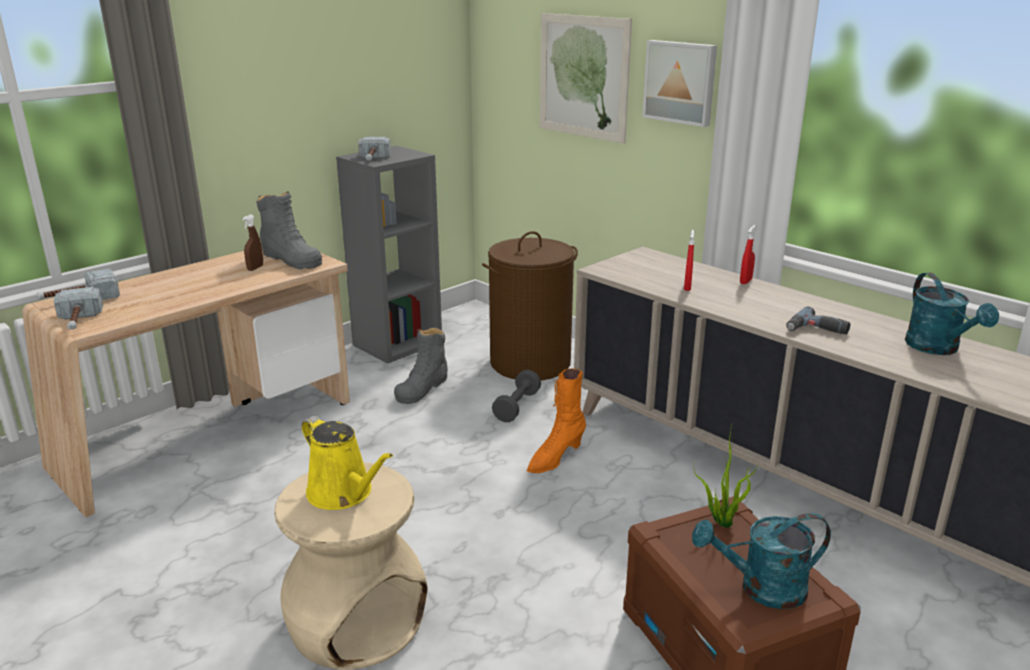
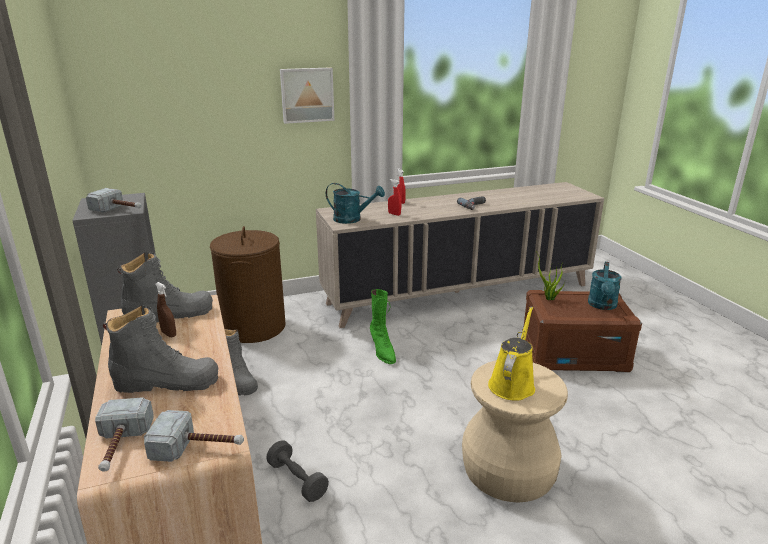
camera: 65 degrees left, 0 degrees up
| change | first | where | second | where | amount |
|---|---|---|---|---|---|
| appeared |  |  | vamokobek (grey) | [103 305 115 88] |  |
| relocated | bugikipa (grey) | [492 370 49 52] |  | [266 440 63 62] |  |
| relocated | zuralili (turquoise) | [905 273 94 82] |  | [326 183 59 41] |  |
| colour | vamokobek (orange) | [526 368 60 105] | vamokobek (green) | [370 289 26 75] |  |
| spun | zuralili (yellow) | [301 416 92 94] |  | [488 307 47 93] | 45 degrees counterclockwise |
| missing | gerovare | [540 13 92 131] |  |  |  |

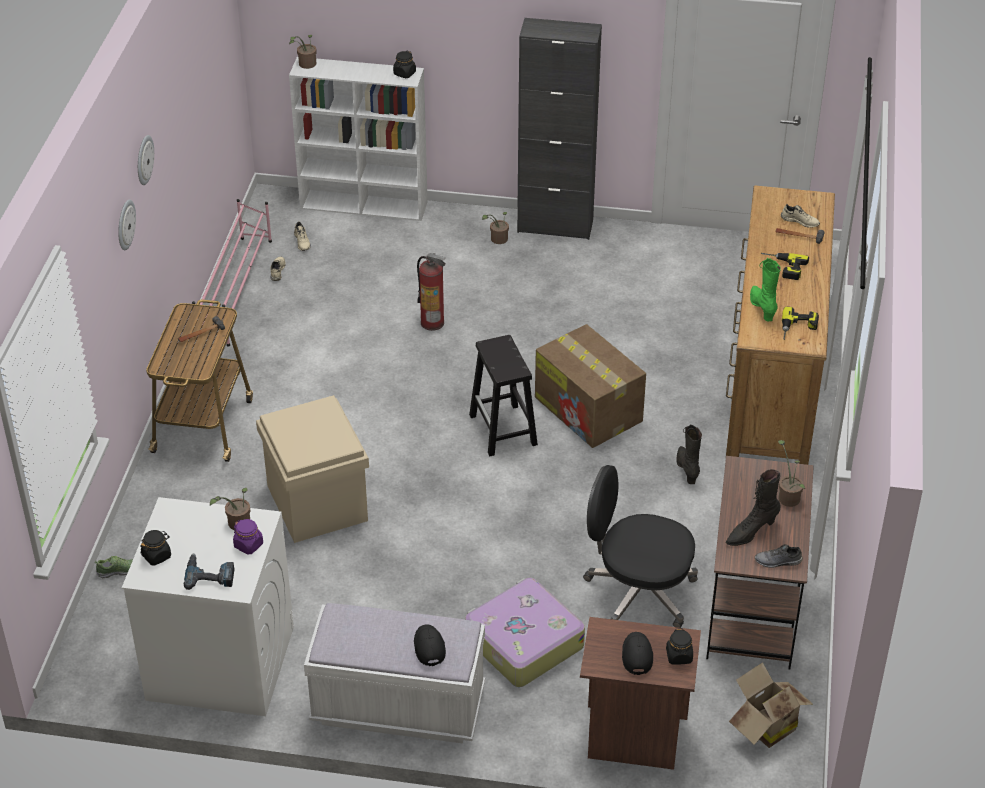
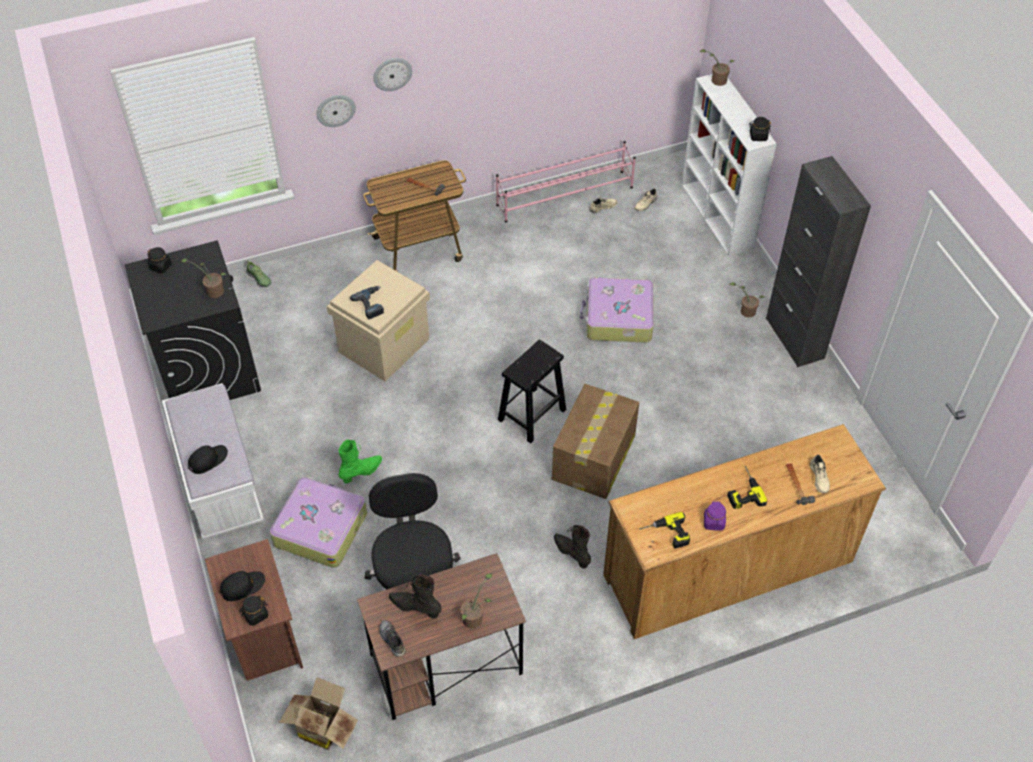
camera: 60 degrees right, 10 degrees up
| change | first | where | second | where | amount |
|---|---|---|---|---|---|
| colour | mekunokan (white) | [122 497 172 219] | mekunokan (black) | [124 241 137 159] |  |
| relocated | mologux | [138 135 16 50] |  | [317 95 39 32] |  |
| relocated | vamokobek (green) | [750 258 31 63] |  | [339 440 43 44] |  |
| relocated | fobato | [183 553 51 37] |  | [350 286 34 33] |  |
| spun | vamokobek (black) | [676 424 26 60] |  | [554 525 37 43] | 90 degrees counterclockwise |
| exchanged | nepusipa | [417 253 29 78] | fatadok | [580 277 74 66] |  |
| relocated | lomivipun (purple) | [233 519 30 36] |  | [704 500 22 31] |  |

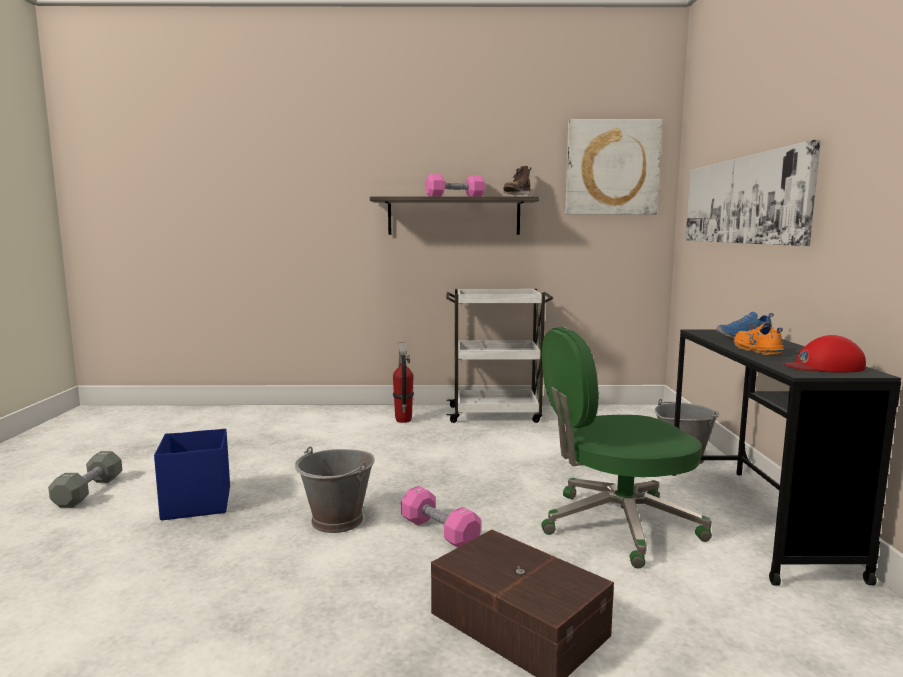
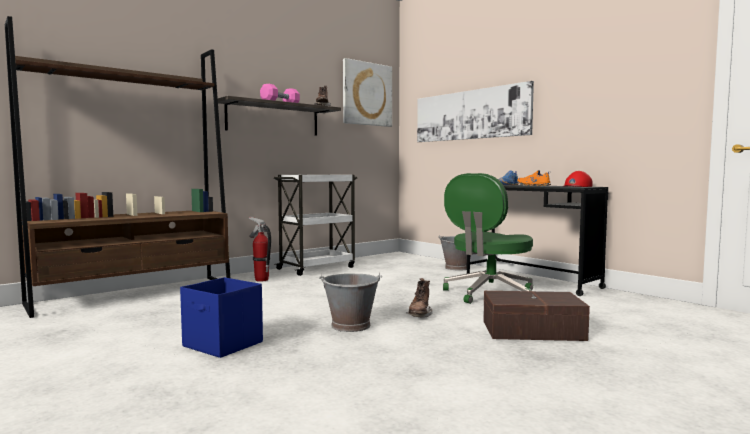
camera: 40 degrees left, 5 degrees down
| change | first | where | second | where | amount |
|---|---|---|---|---|---|
| appeared |  |  | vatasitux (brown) | [5 16 225 302] |  |
| exchanged | bugikipa (pink) | [401 486 80 62] | vamokobek (brown) | [407 278 26 40] |  |
| missing | bugikipa (grey) | [48 451 74 57] |  |  |  |

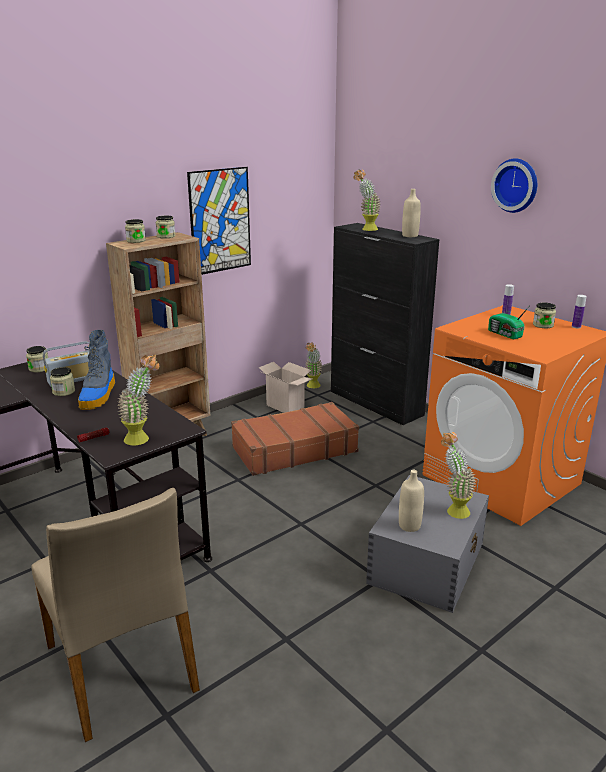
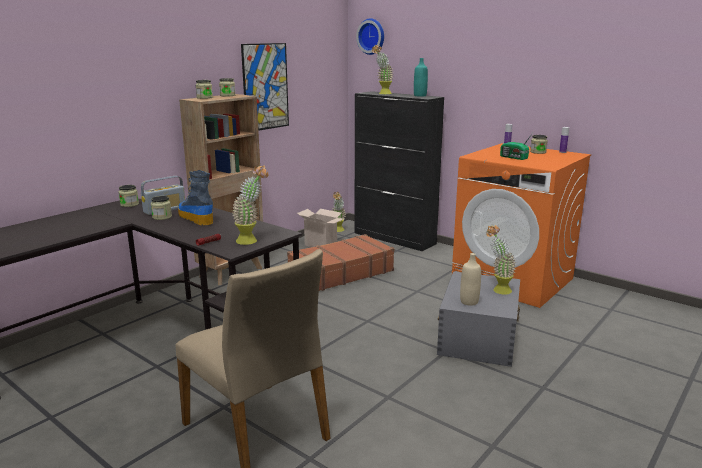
camera: 10 degrees left, 5 degrees down
| change | first | where | second | where | amount |
|---|---|---|---|---|---|
| spun | vamokobek | [78 330 37 80] |  | [178 170 35 55] | 150 degrees clockwise |
| relocated | mologux | [491 158 46 55] |  | [356 18 28 37] |  |
| colour | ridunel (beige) | [402 189 19 48] | ridunel (turquoise) | [414 58 14 39] |  |

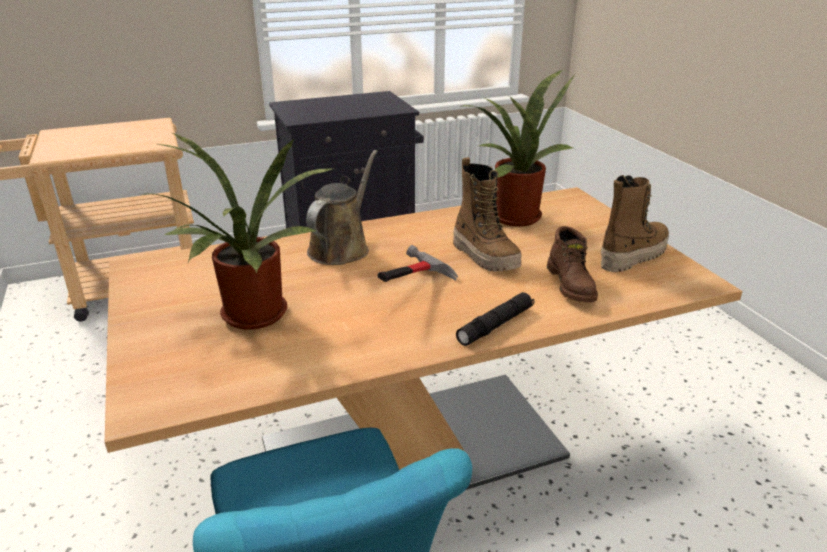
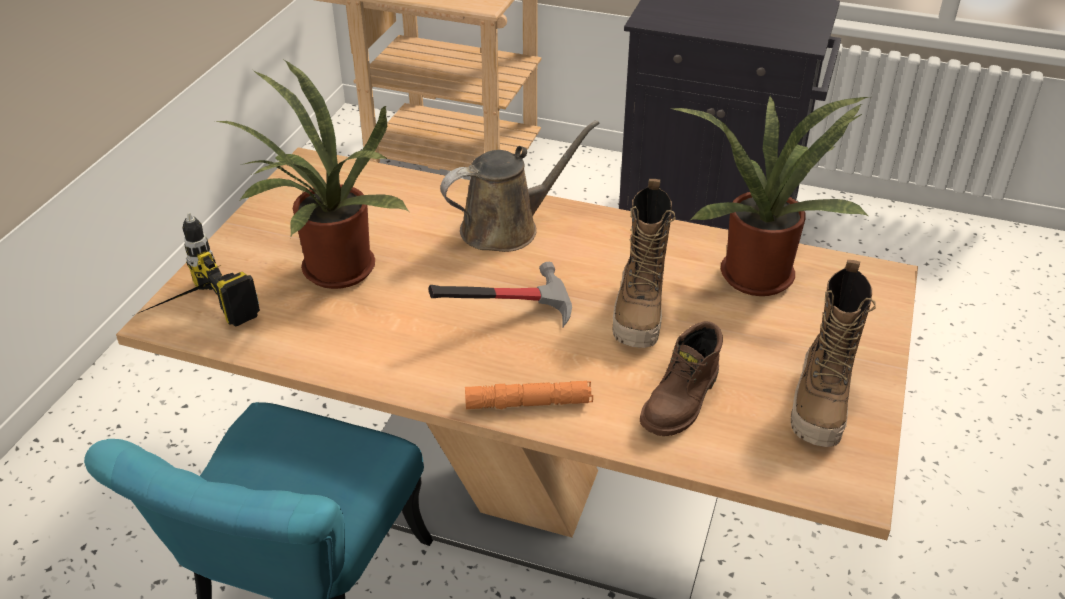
camera: 40 degrees right, 10 degrees up
| change | first | where | second | where | amount |
|---|---|---|---|---|---|
| appeared |  |  | fobato | [132 212 128 114] |  |
| colour | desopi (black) | [456 292 79 54] | desopi (orange) | [465 381 128 28] |  |
| spun | vamokobek | [601 175 68 97] |  | [791 260 85 187] | 105 degrees clockwise |

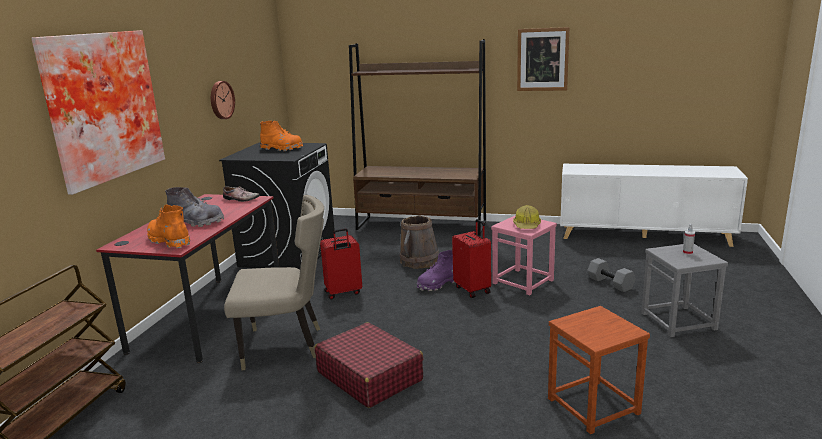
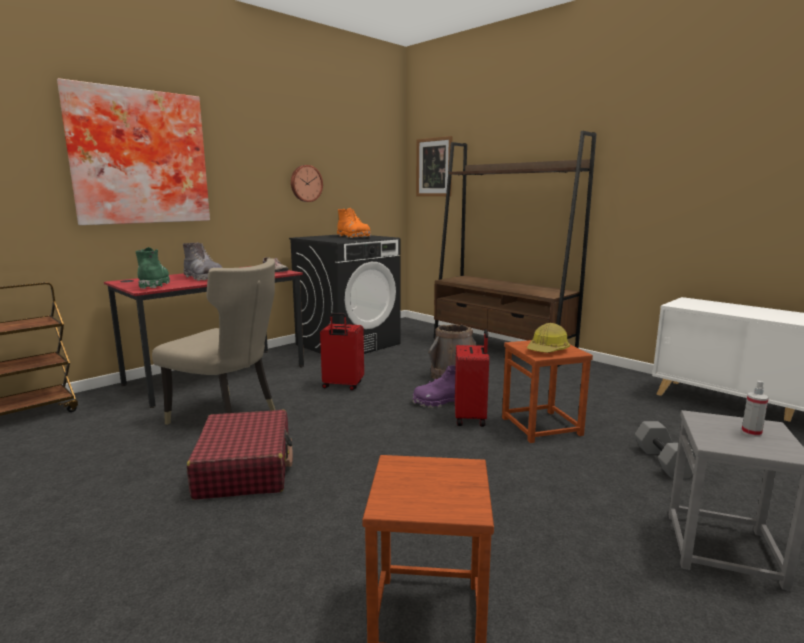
camera: 30 degrees right, 5 degrees down
| change | first | where | second | where | amount |
|---|---|---|---|---|---|
| colour | vamokobek (orange) | [147 205 43 43] | vamokobek (green) | [135 247 35 42] |  |
| relocated | gerovare | [517 27 53 64] |  | [416 136 36 60] |  |
| colour | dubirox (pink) | [491 215 66 80] | dubirox (brown) | [502 340 91 103] |  |

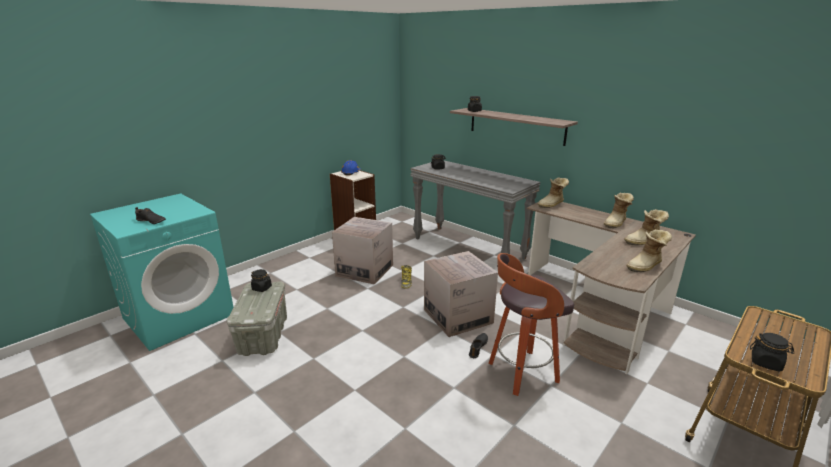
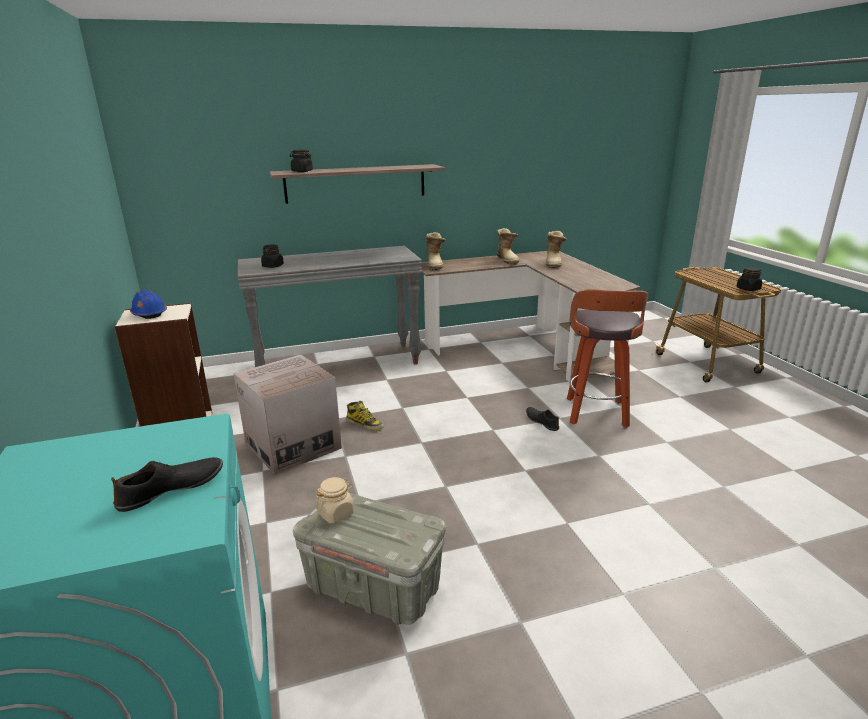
camera: 60 degrees left, 0 degrees up
| change | first | where | second | where | amount |
|---|---|---|---|---|---|
| colour | lomivipun (black) | [251 269 21 23] | lomivipun (beige) | [316 477 38 46] |  |
| missing | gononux | [424 251 74 86] |  |  |  |
| missing | vamokobek | [627 229 45 43] |  |  |  |

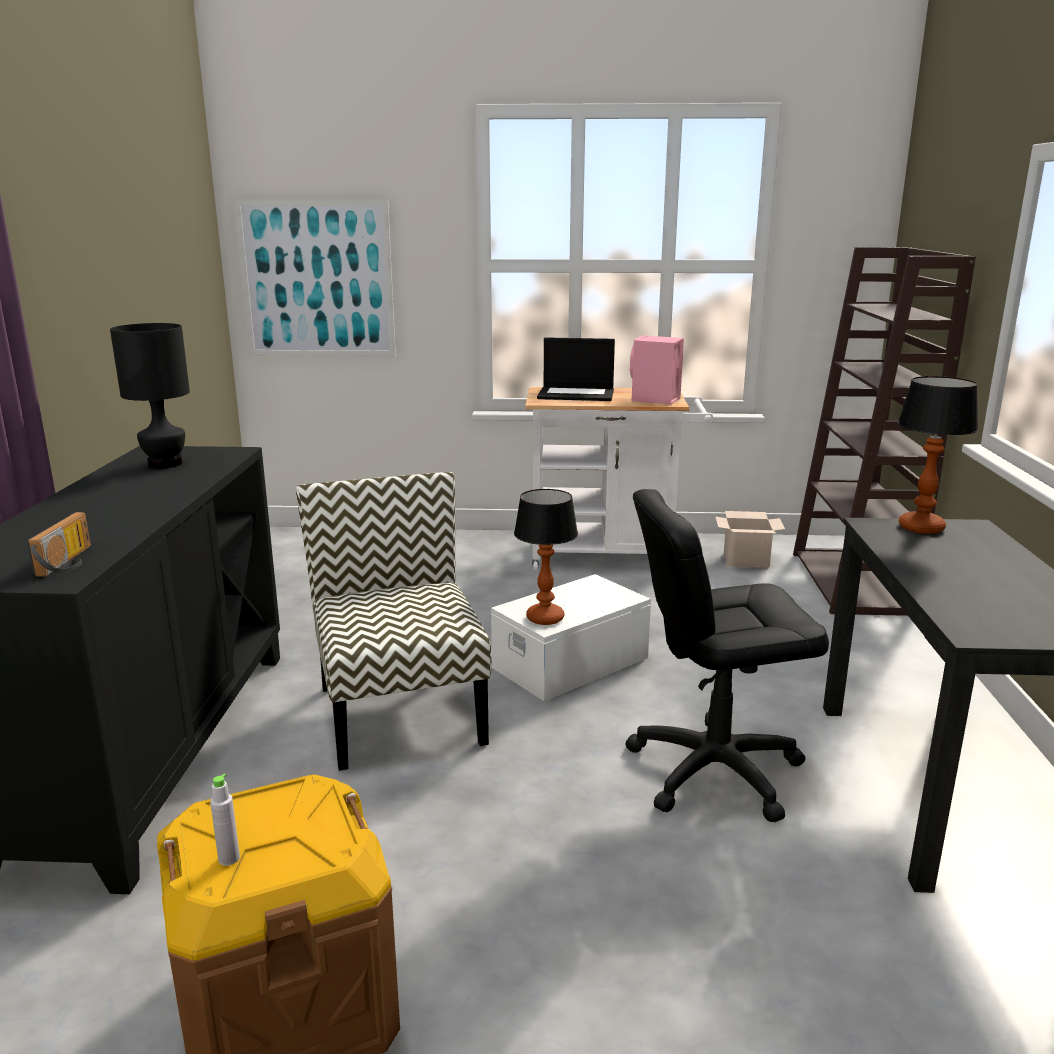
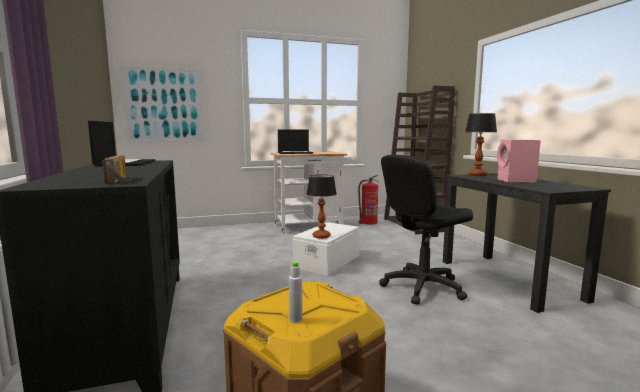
camera: 20 degrees left, 10 degrees down
| change | first | where | second | where | amount |
|---|---|---|---|---|---|
| exchanged | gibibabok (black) | [110 323 80 146] | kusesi | [88 121 67 46] |  |
| exchanged | gononux | [715 511 70 57] | nepusipa | [358 175 21 50] |  |
| relocated | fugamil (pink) | [630 335 54 70] |  | [497 139 44 43] |  |
| missing | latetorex | [296 472 196 299] |  |  |  |

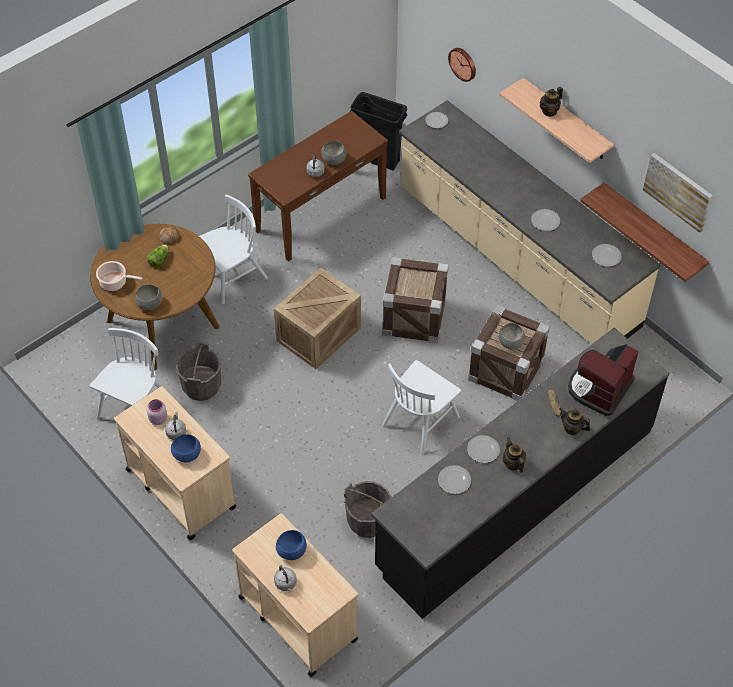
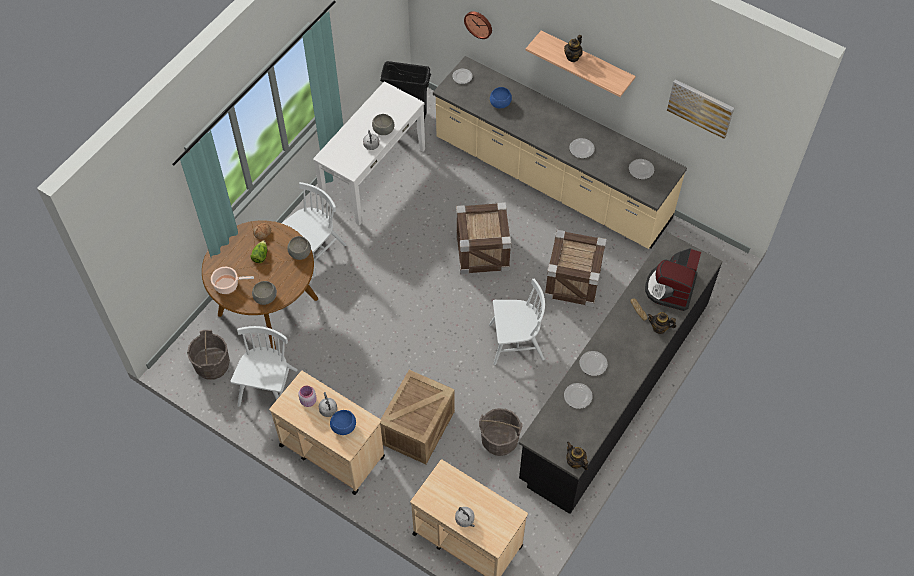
camera: 15 degrees left, 5 degrees up
| change | first | where | second | where | amount |
|---|---|---|---|---|---|
| relocated | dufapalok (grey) | [176 342 45 59] |  | [187 330 43 50] |  |
| relocated | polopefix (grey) | [498 323 27 26] |  | [287 236 24 24] |  |
| colour | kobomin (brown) | [248 111 140 151] | kobomin (white) | [313 81 112 144] |  |
| relocated | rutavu | [274 268 87 101] |  | [380 370 75 94] |  |
| spun | latetorex (white) | [382 360 79 94] |  | [489 278 56 87] | 120 degrees counterclockwise |
| relocated | polopefix (blue) | [276 530 31 30] |  | [490 87 22 21] |  |
| relocated | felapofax | [503 437 23 36] |  | [566 442 22 28] |  |
| missing | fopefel | [580 182 129 100] |  |  |  |

